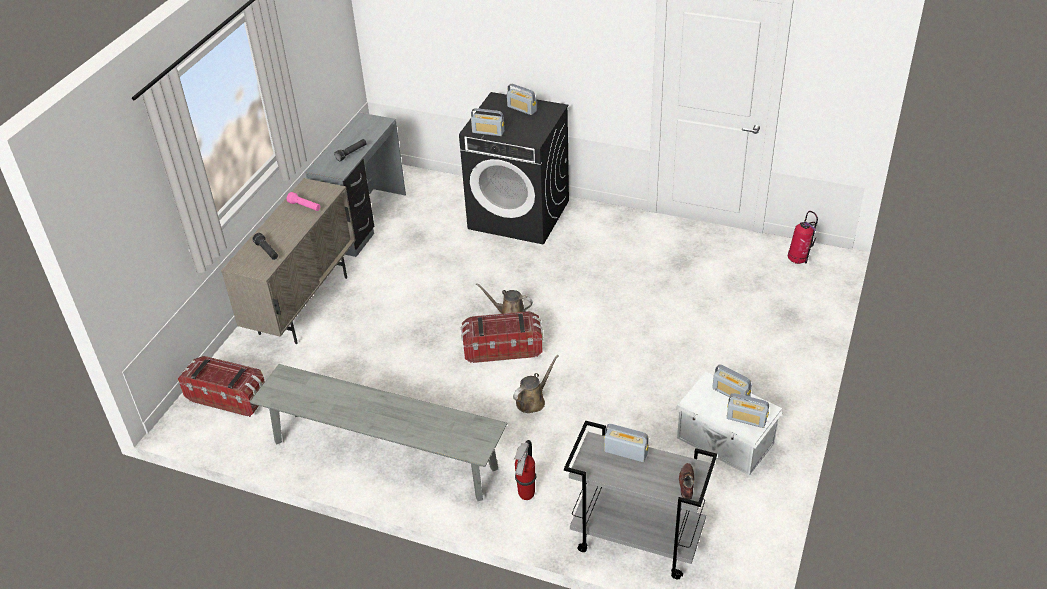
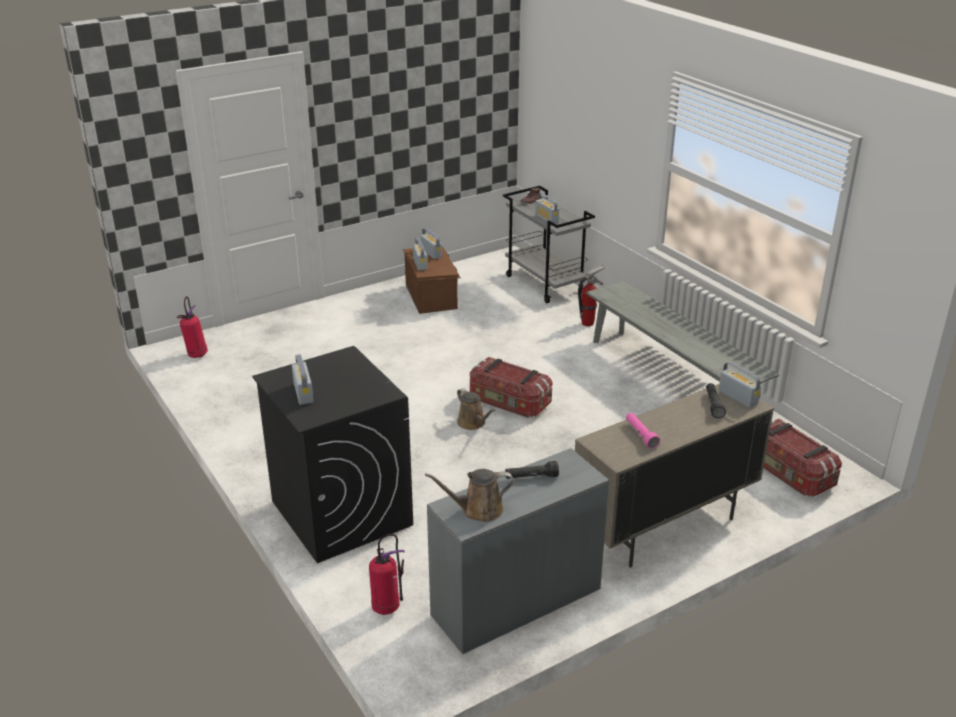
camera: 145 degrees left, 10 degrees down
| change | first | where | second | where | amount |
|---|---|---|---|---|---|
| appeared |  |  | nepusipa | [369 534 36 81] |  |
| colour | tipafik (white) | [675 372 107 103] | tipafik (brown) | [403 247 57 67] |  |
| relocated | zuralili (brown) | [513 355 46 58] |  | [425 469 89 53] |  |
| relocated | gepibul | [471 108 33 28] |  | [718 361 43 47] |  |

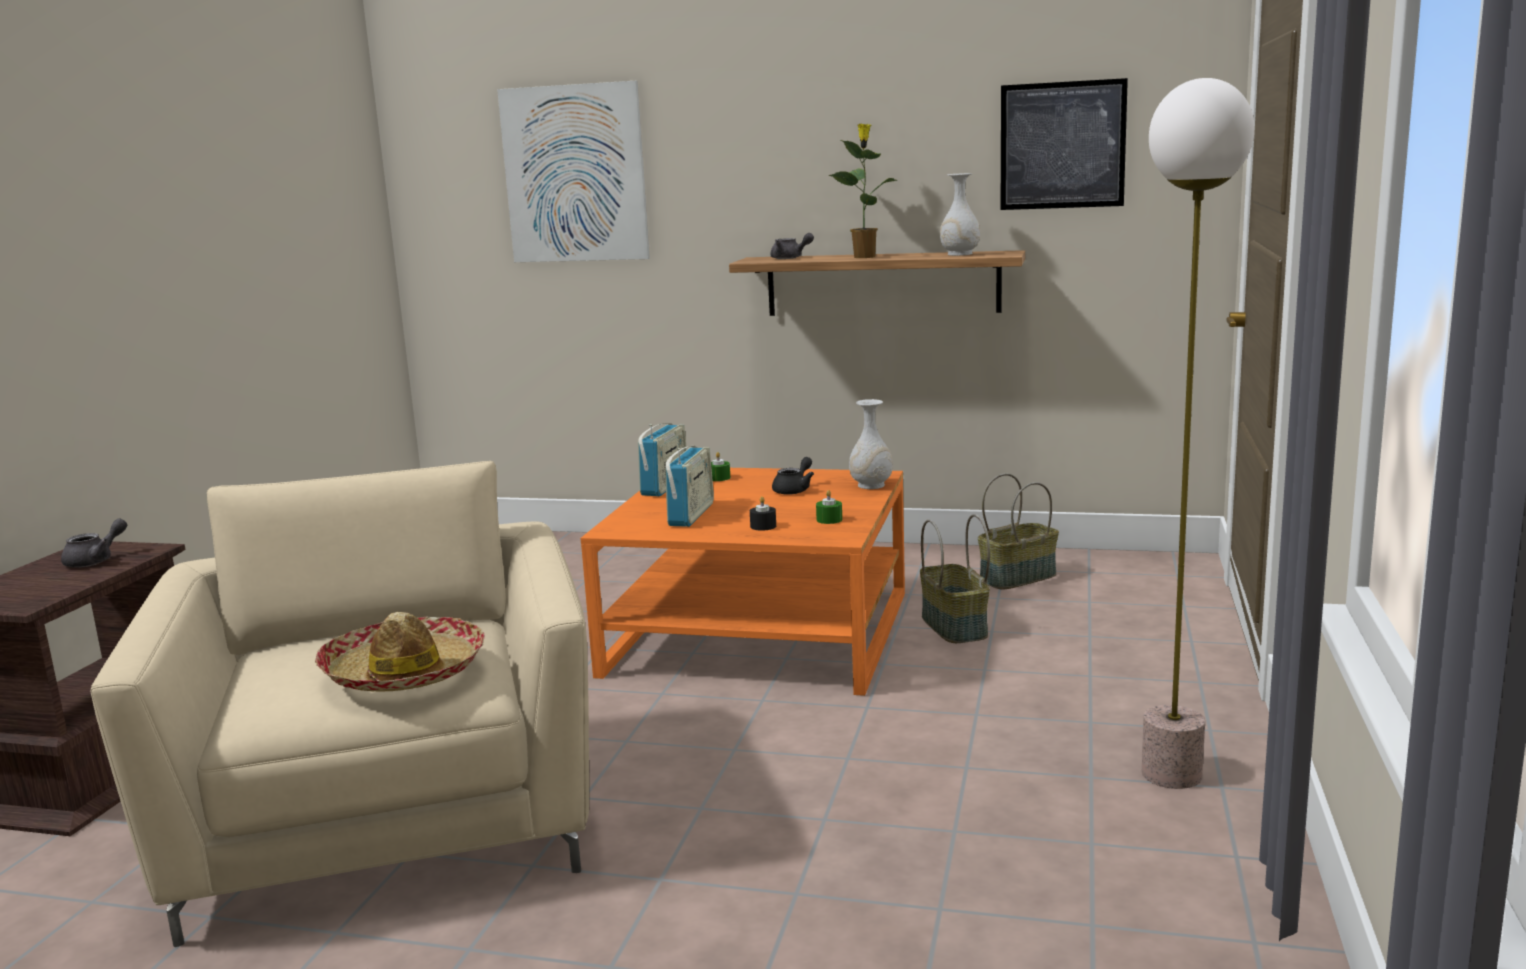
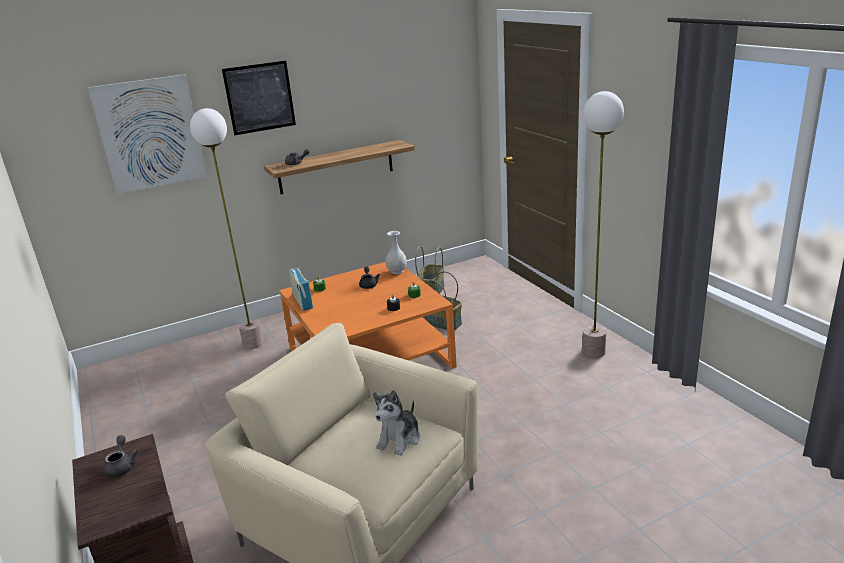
camera: 40 degrees left, 10 degrees up
| change | first | where | second | where | amount |
|---|---|---|---|---|---|
| appeared |  |  | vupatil | [190 108 73 241] |  |
| relocated | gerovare | [1001 78 127 132] |  | [222 61 74 74] |  |
| exchanged | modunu | [315 612 170 79] | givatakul | [373 390 47 66] |  |
| missing | gepibul | [665 446 49 81] |  |  |  |
| missing | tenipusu | [828 124 70 134] |  |  |  |
| missing | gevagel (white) | [940 173 40 83] |  |  |  |

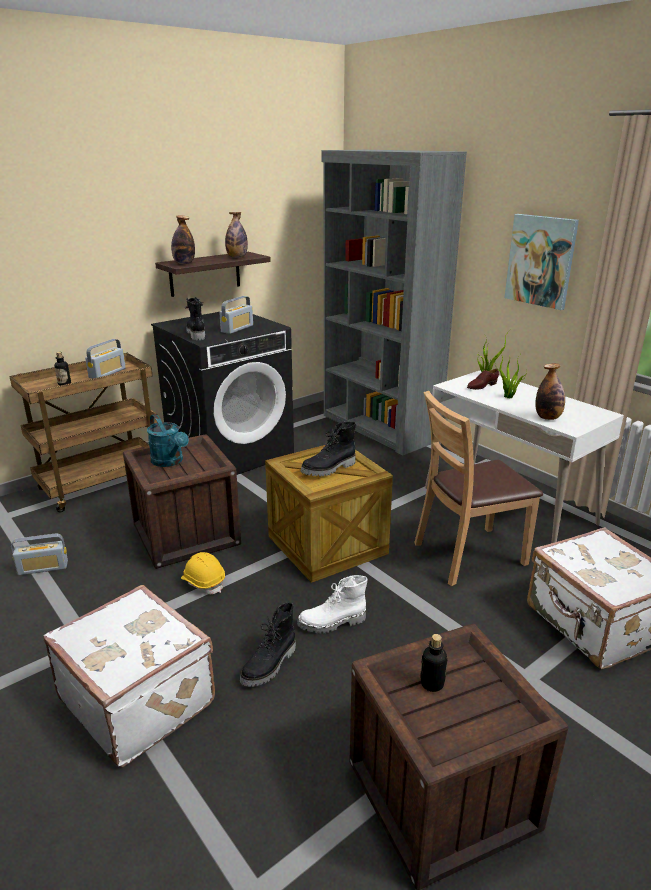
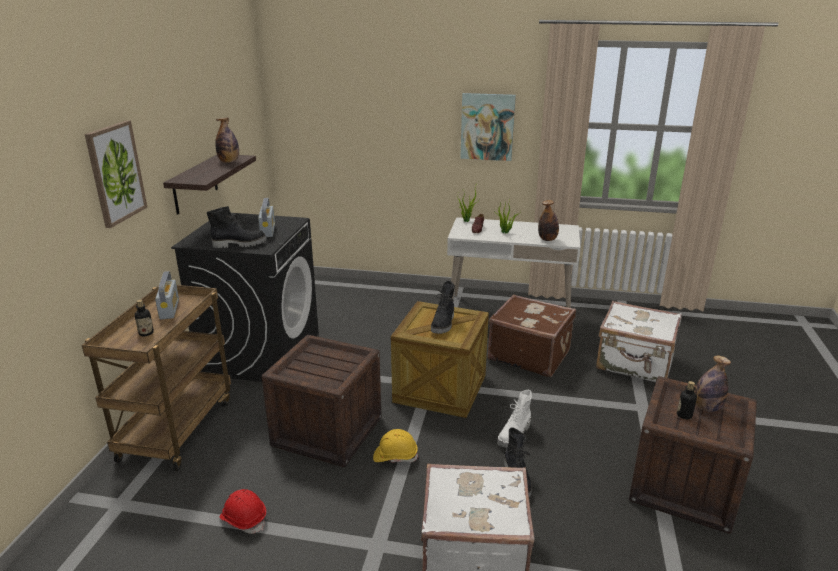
camera: 40 degrees left, 0 degrees up
| change | first | where | second | where | amount |
|---|---|---|---|---|---|
| appeared |  |  | gerovare | [85 120 62 108] |  |
| spun | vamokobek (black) | [185 297 20 43] |  | [207 206 60 42] | 135 degrees clockwise |
| exchanged | gepibul | [11 534 57 41] | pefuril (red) | [220 489 46 45] |  |
| exchanged | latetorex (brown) | [414 391 129 195] | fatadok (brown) | [488 294 88 83] |  |
| relocated | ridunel | [171 216 24 48] |  | [694 355 37 57] |  |
| missing | zuralili (turquoise) | [147 414 42 53] |  |  |  |
| missing | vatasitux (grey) | [322 150 145 305] |  |  |  |

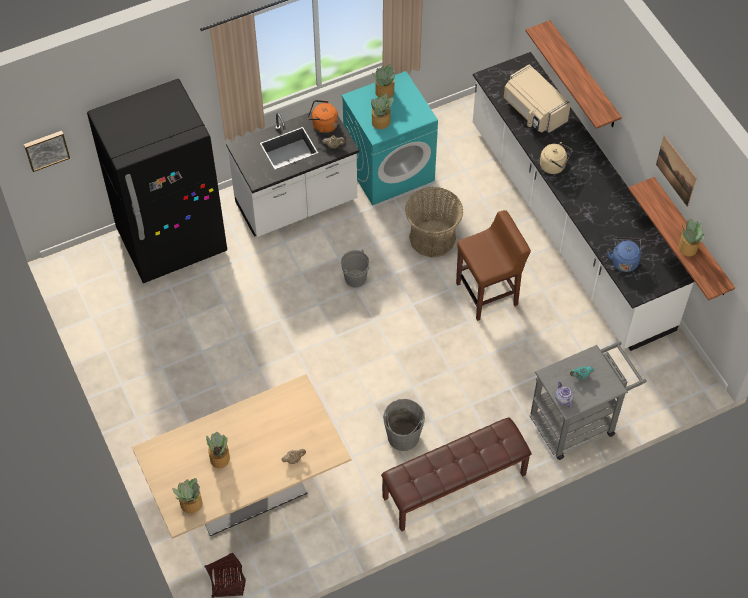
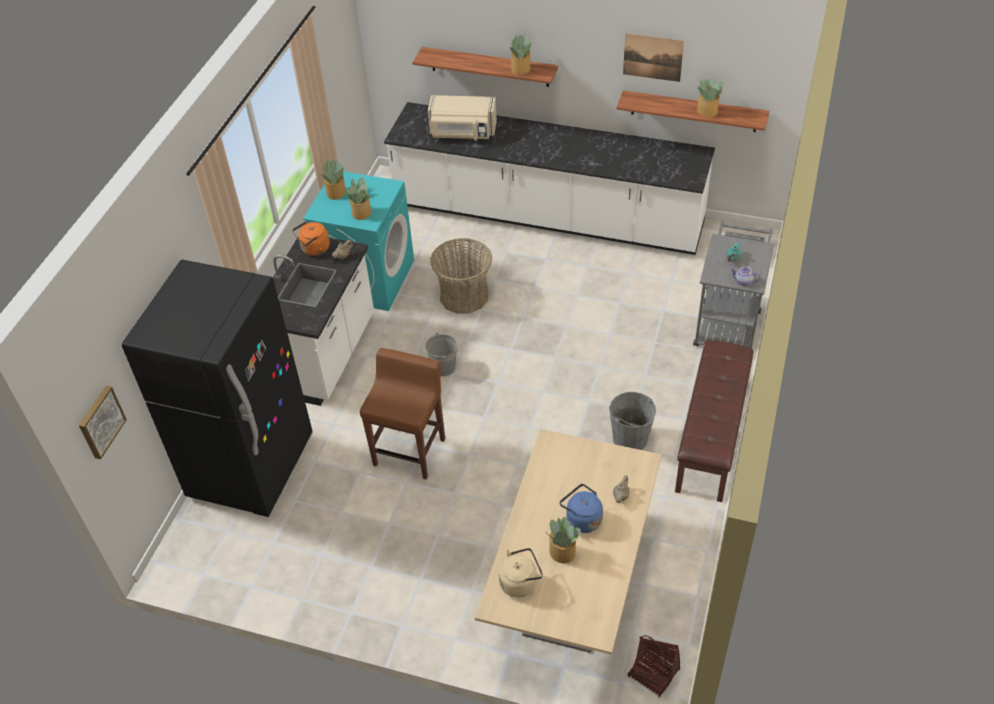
camera: 45 degrees left, 10 degrees down
| change | first | where | second | where | amount |
|---|---|---|---|---|---|
| relocated | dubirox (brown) | [456 210 75 111] |  | [360 348 85 131] |  |
| relocated | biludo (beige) | [540 142 33 32] |  | [499 548 44 50] |  |
| relocated | tenipusu | [172 478 31 35] |  | [510 35 21 40] |  |
| relocated | biludo (blue) | [607 237 34 35] |  | [560 484 43 49] |  |

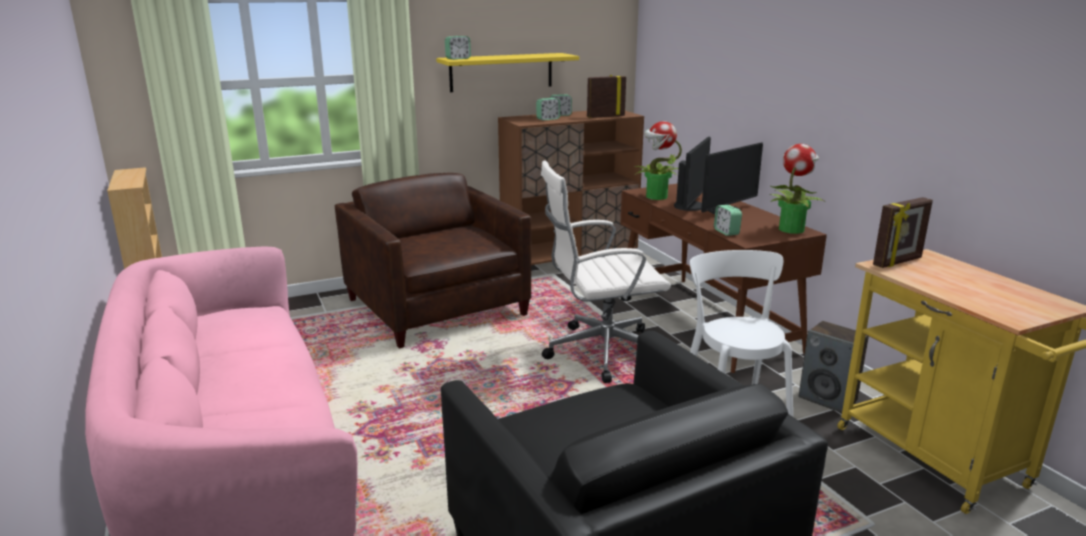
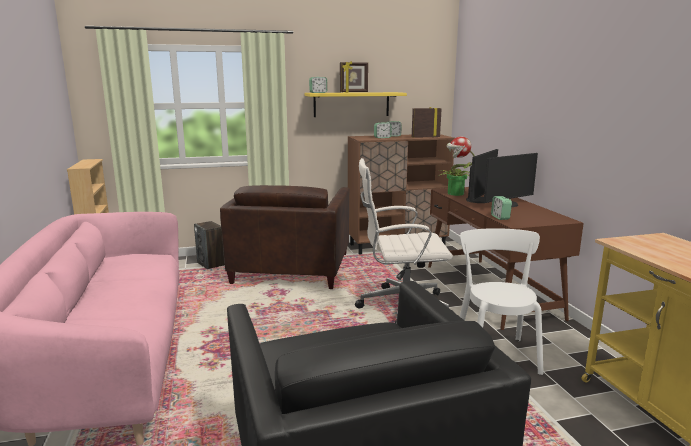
camera: 10 degrees right, 5 degrees down
| change | first | where | second | where | amount |
|---|---|---|---|---|---|
| relocated | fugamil | [799 321 70 92] |  | [194 221 31 48] |  |
| spun | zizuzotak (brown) | [335 173 196 176] |  | [220 185 130 104] | 150 degrees counterclockwise |
| relocated | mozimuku | [873 197 60 71] |  | [340 61 28 32] |  |
| missing | tenipusu | [769 144 56 90] |  |  |  |

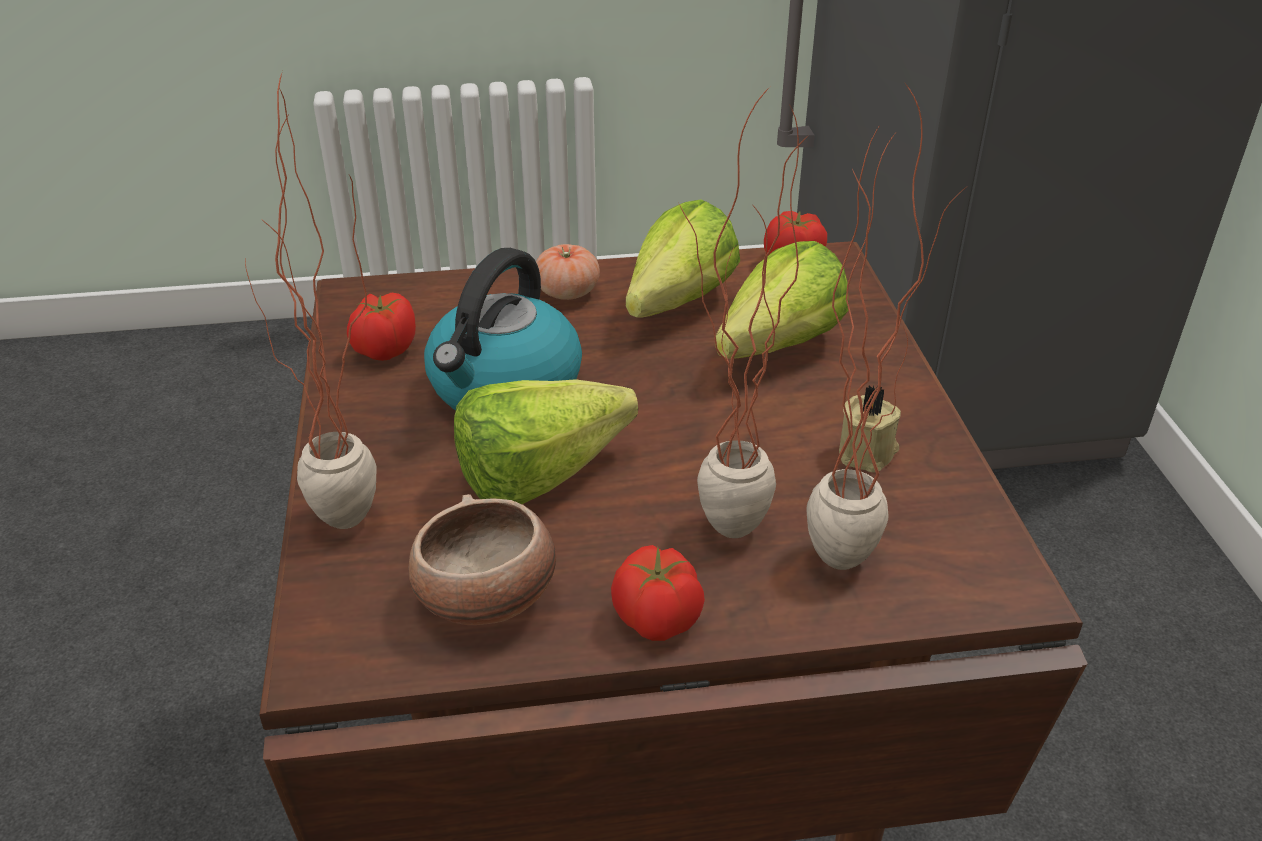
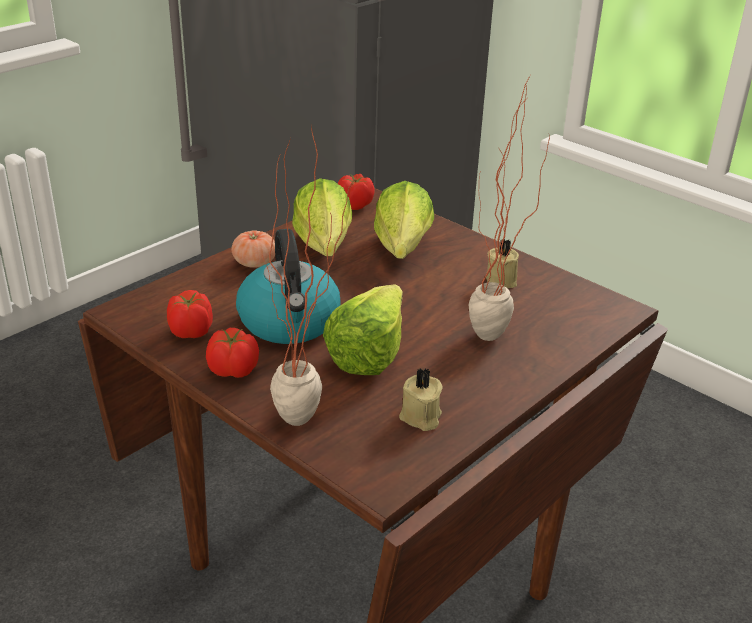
camera: 40 degrees left, 5 degrees down
| change | first | where | second | where | amount |
|---|---|---|---|---|---|
| relocated | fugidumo | [611 545 94 96] |  | [206 328 53 50] |  |
| exchanged | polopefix | [409 494 147 131] | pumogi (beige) | [399 368 44 63] |  |
| missing | tenipusu | [806 82 160 488] |  |  |  |

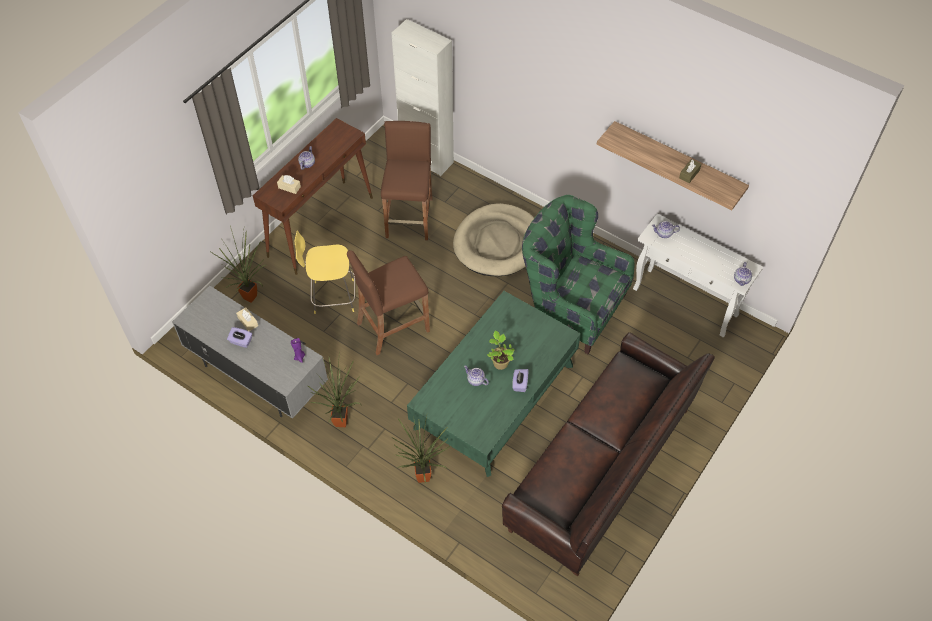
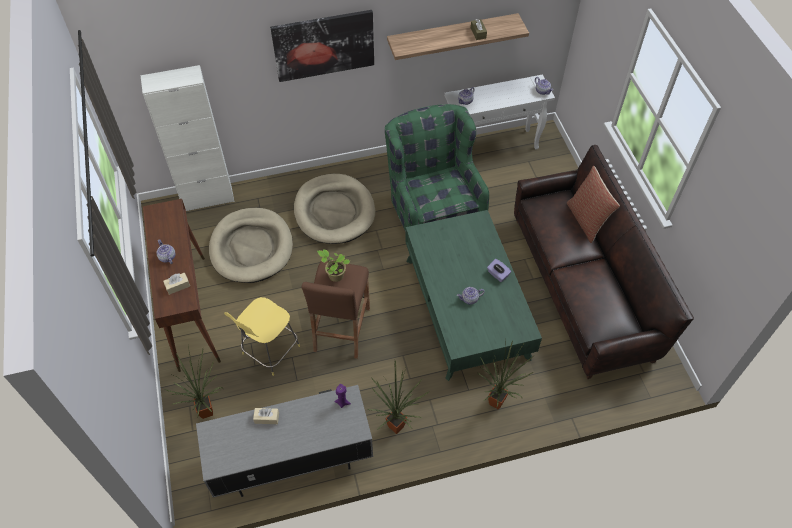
camera: 50 degrees left, 0 degrees up
| change | first | where | second | where | amount |
|---|---|---|---|---|---|
| exchanged | dubirox (brown) | [381 121 52 120] | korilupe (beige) | [209 208 84 75] |  |
| appeared |  |  | gerovare | [270 10 104 72] |  |
| relocated | tenipusu | [487 330 28 40] |  | [317 249 33 33] |  |
| spun | zizuzotak (green) | [522 195 112 159] |  | [385 104 104 128] | 90 degrees clockwise |
| appeared |  |  | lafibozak | [567 166 53 77] |  |
| missing | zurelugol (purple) | [227 327 25 21] |  |  |  |

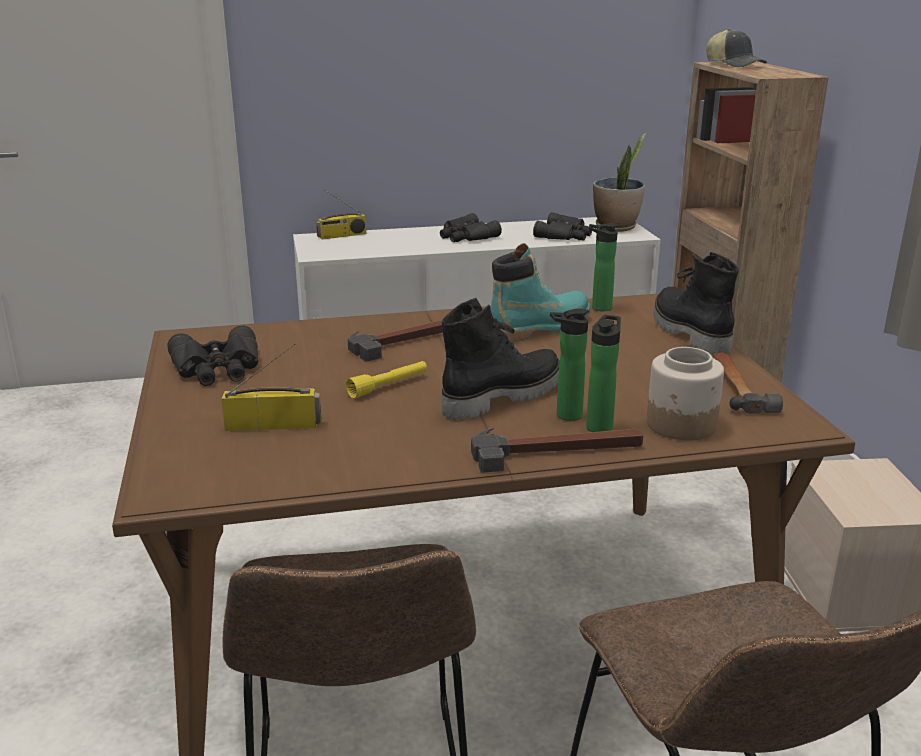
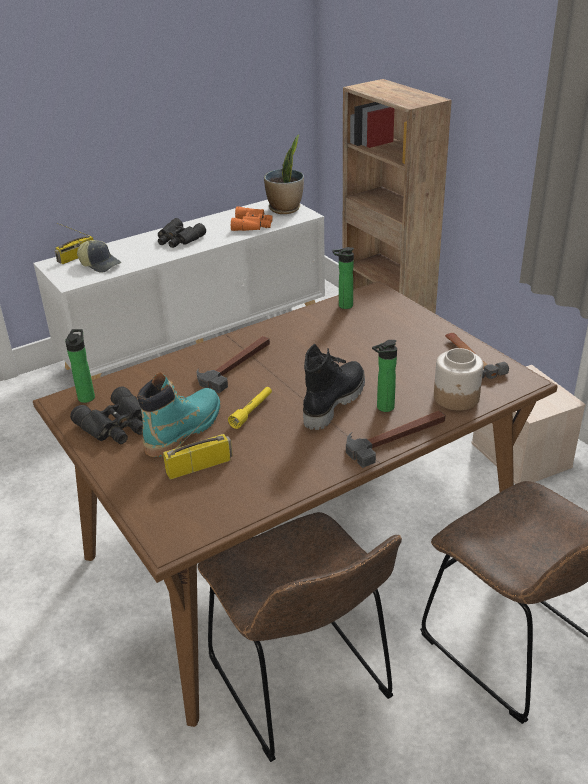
camera: 20 degrees left, 10 degrees up
| change | first | where | second | where | amount |
|---|---|---|---|---|---|
| relocated | ridunel | [586 315 35 117] |  | [65 329 30 74] |  |
| relocated | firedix | [706 29 61 38] |  | [77 240 44 33] |  |
| relocated | vamokobek (turquoise) | [490 243 100 99] |  | [137 372 84 85] |  |
| colour | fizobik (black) | [533 212 59 29] | fizobik (orange) | [231 207 42 24] |  |
| missing | vamokobek (black) | [654 252 85 104] |  |  |  |

